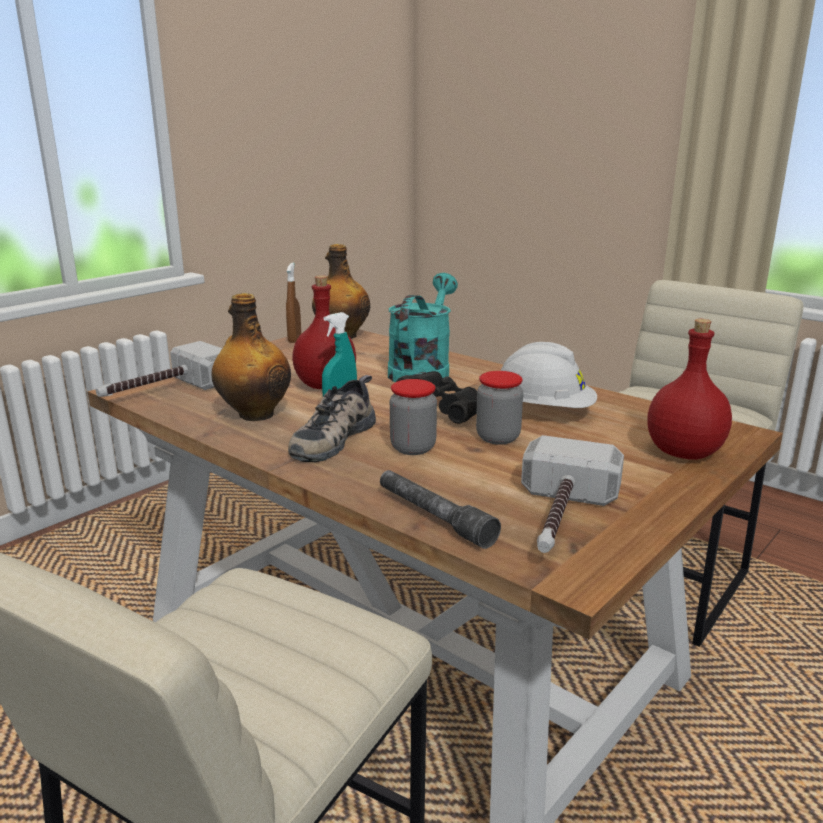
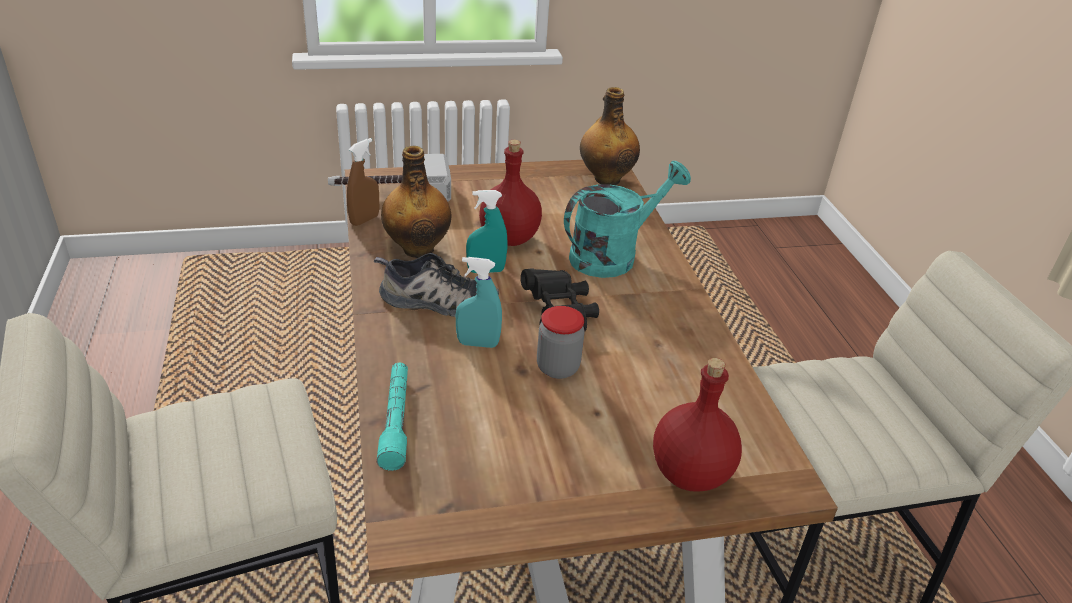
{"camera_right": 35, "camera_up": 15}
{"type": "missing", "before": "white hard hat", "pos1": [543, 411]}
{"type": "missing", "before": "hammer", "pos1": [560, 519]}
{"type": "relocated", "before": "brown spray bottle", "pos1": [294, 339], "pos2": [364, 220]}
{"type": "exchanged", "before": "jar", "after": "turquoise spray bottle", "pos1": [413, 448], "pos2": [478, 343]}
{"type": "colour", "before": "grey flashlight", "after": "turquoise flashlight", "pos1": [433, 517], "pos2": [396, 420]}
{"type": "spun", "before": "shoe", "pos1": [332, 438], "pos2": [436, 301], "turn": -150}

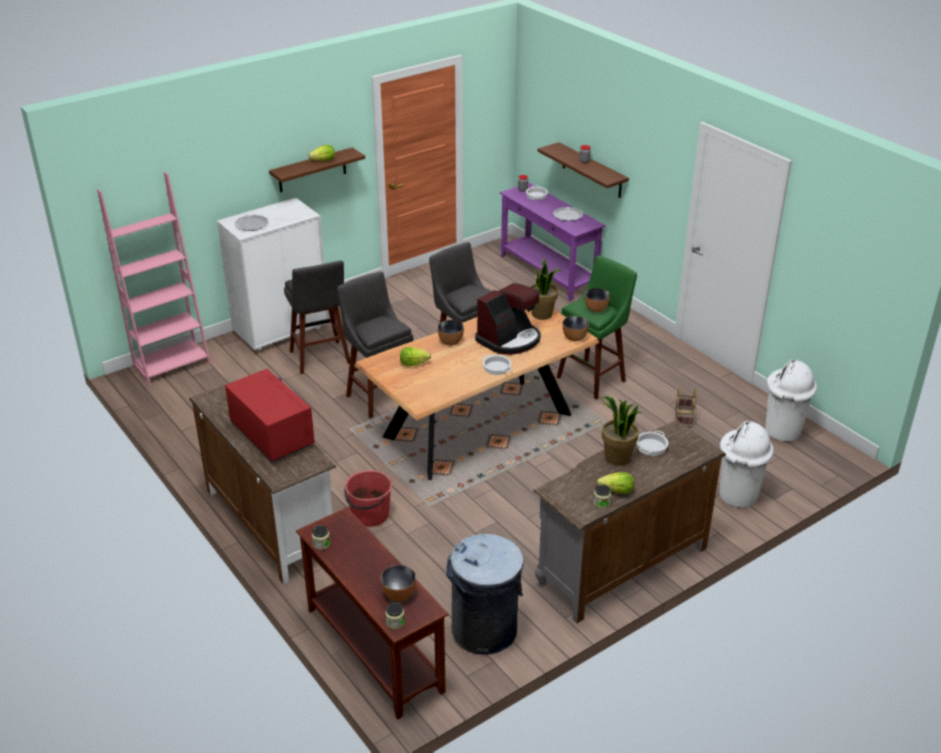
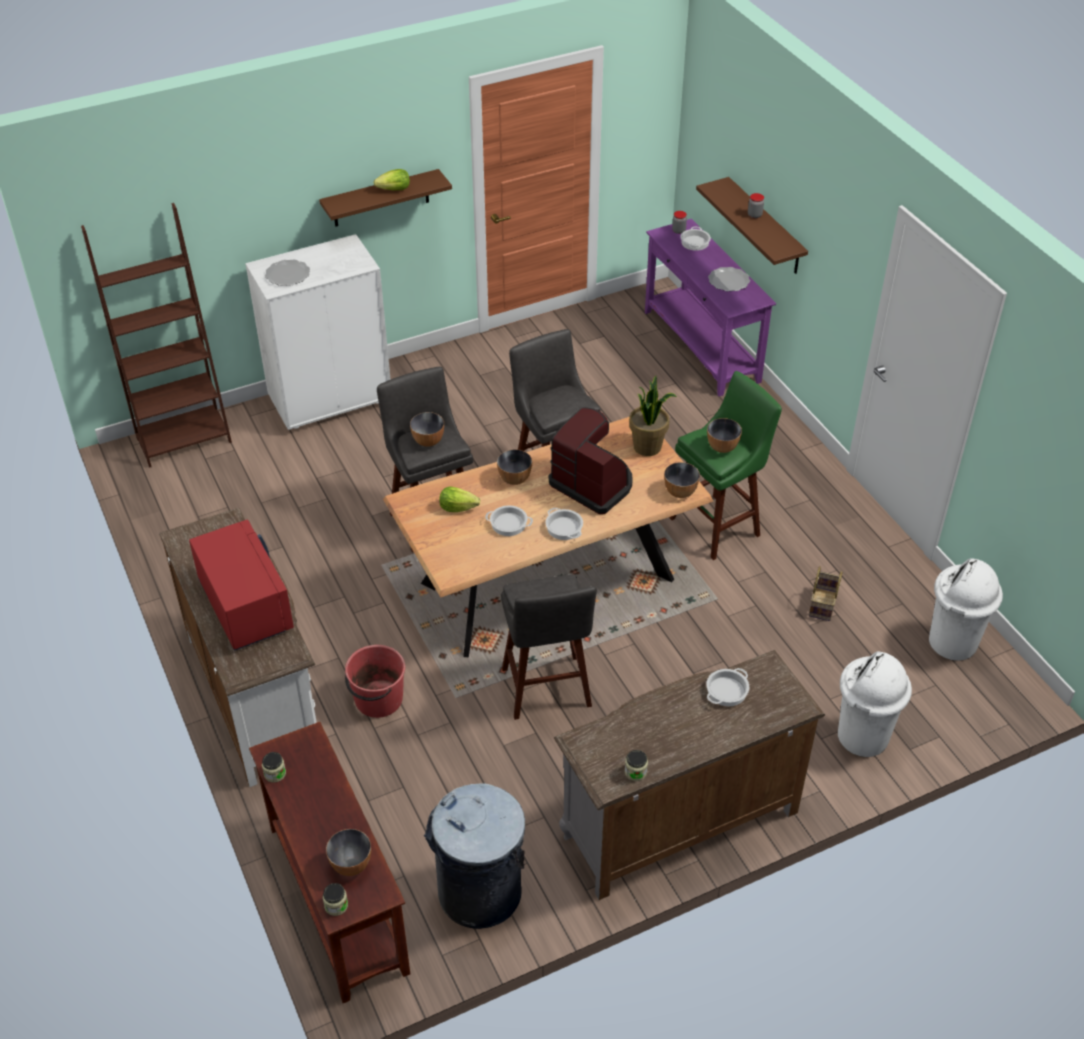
{"camera_right": 10, "camera_up": 10}
{"type": "missing", "before": "lettuce", "pos1": [617, 491]}
{"type": "missing", "before": "potted plant", "pos1": [617, 458]}
{"type": "appeared", "after": "bowl", "pos2": [428, 441]}
{"type": "appeared", "after": "cooking pot", "pos2": [508, 524]}
{"type": "relocated", "before": "grey stool", "pos1": [320, 359], "pos2": [546, 691]}
{"type": "colour", "before": "pink bookcase", "after": "brown bookcase", "pos1": [172, 365], "pos2": [183, 439]}
{"type": "spun", "before": "coffee machine", "pos1": [509, 339], "pos2": [593, 483], "turn": -105}

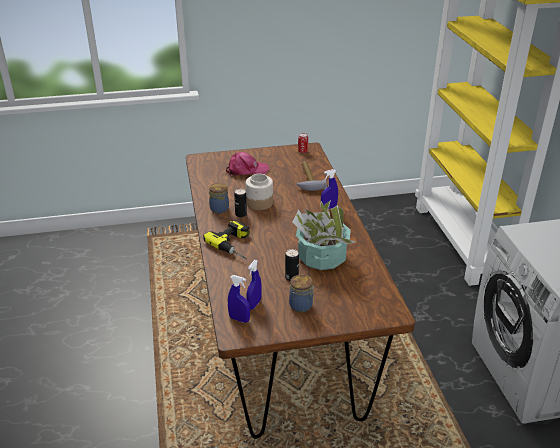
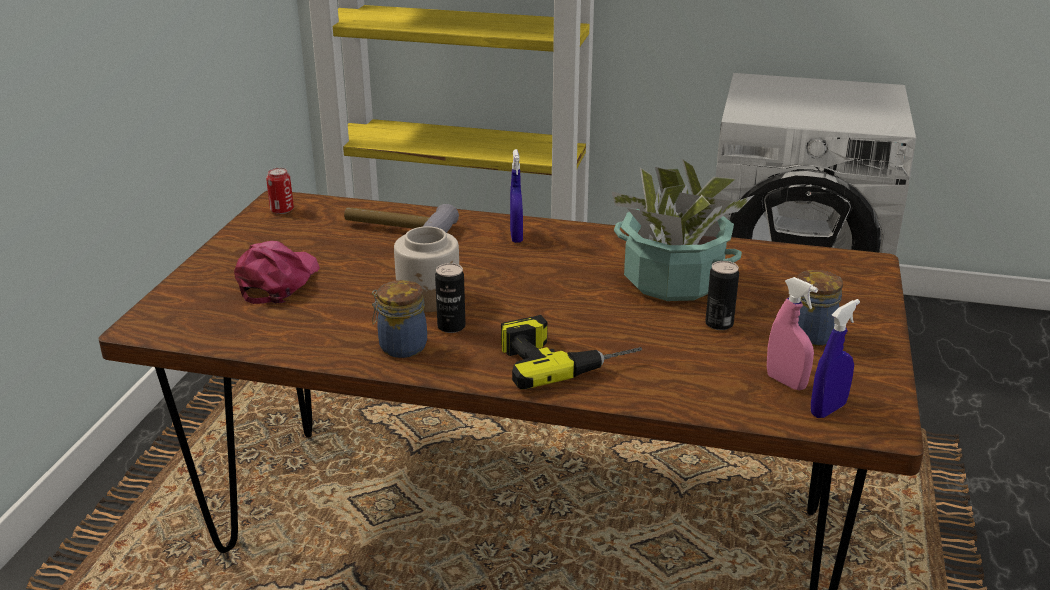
{"camera_right": -65, "camera_up": -5}
{"type": "colour", "before": "blue spray bottle", "after": "pink spray bottle", "pos1": [254, 304], "pos2": [786, 382]}

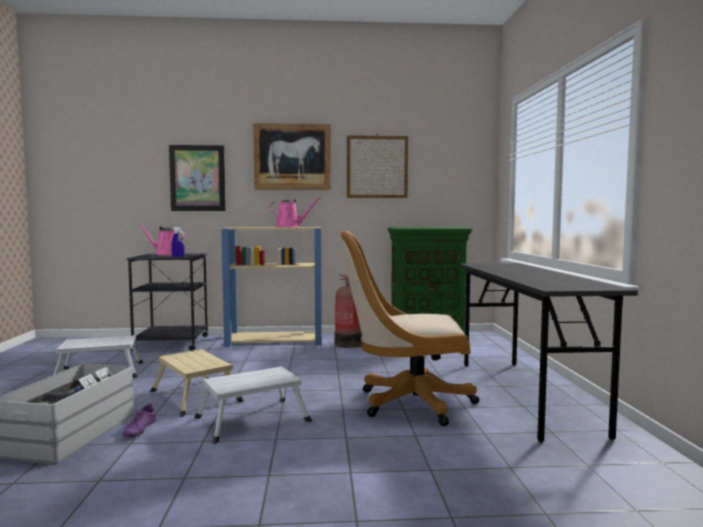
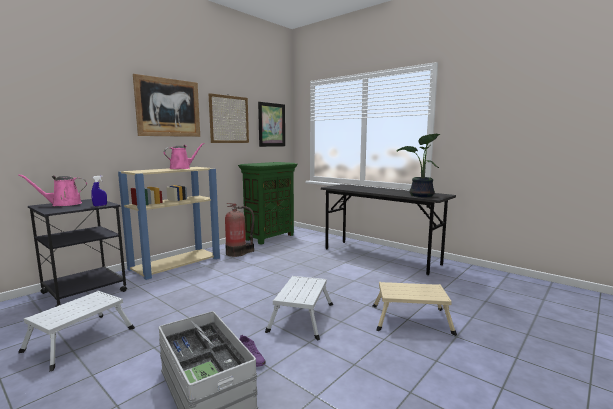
{"camera_right": -45, "camera_up": 5}
{"type": "missing", "before": "office chair", "pos1": [407, 402]}
{"type": "appeared", "after": "potted plant", "pos2": [421, 195]}
{"type": "relocated", "before": "beige step ladder", "pos1": [196, 396], "pos2": [411, 319]}
{"type": "relocated", "before": "picture", "pos1": [197, 178], "pos2": [271, 125]}

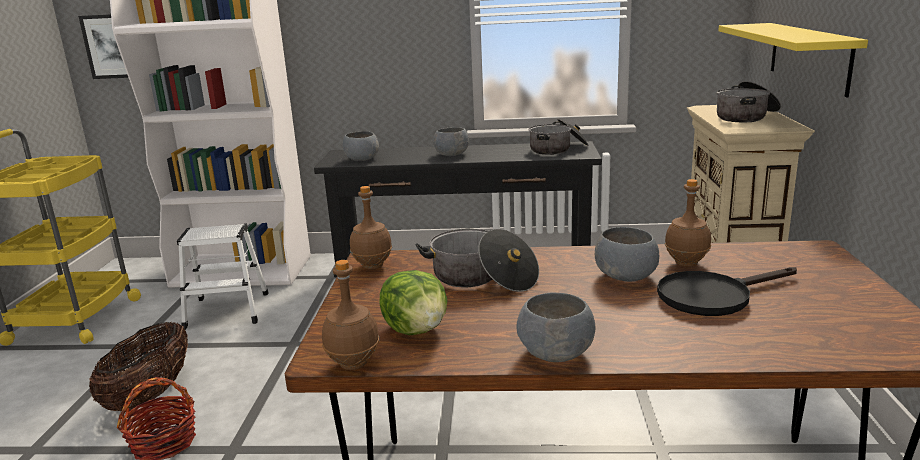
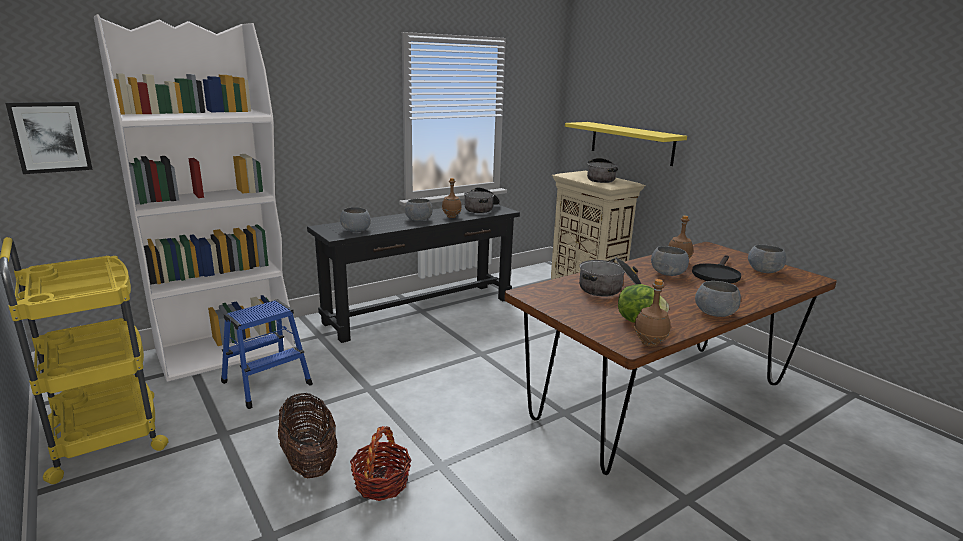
{"camera_right": -40, "camera_up": 0}
{"type": "appeared", "after": "grey bowl", "pos2": [764, 271]}
{"type": "relocated", "before": "brown bottle", "pos1": [373, 266], "pos2": [451, 217]}
{"type": "colour", "before": "white step ladder", "after": "blue step ladder", "pos1": [227, 310], "pos2": [267, 382]}

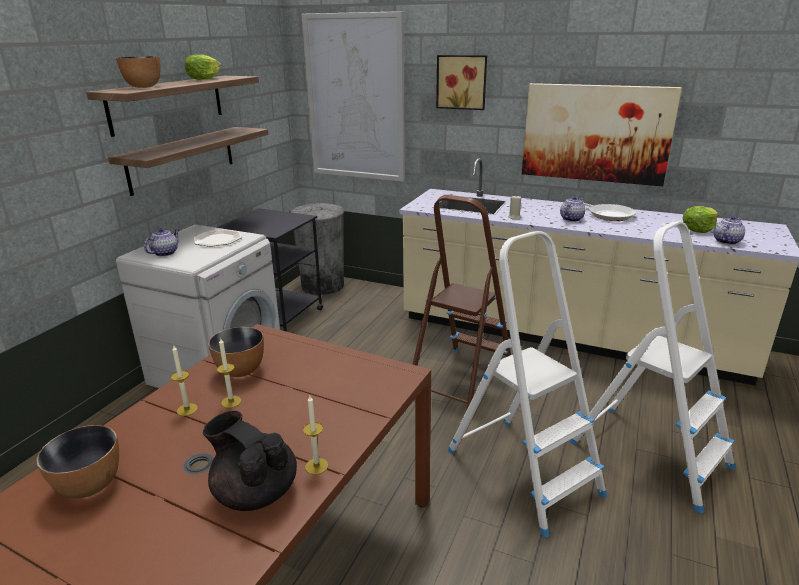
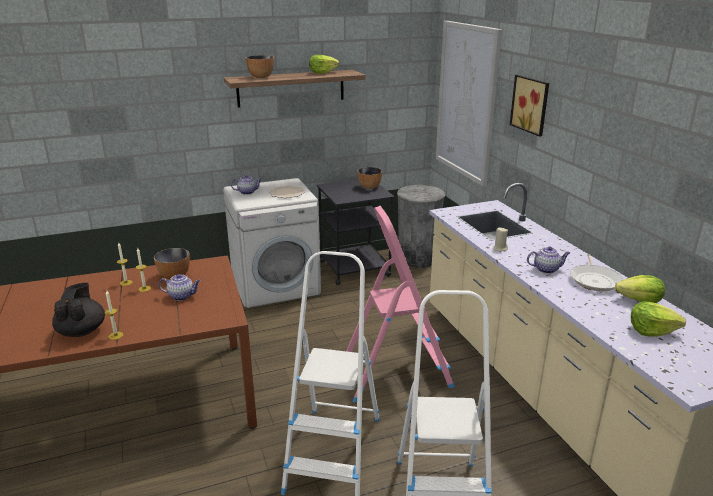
{"camera_right": 45, "camera_up": 0}
{"type": "missing", "before": "shelf", "pos1": [182, 159]}
{"type": "missing", "before": "picture", "pos1": [595, 133]}
{"type": "appeared", "after": "lettuce", "pos2": [639, 300]}
{"type": "relocated", "before": "bowl", "pos1": [90, 485], "pos2": [369, 187]}
{"type": "relocated", "before": "teapot", "pos1": [726, 241], "pos2": [182, 296]}
{"type": "colour", "before": "brown step ladder", "after": "pink step ladder", "pos1": [461, 381], "pos2": [397, 375]}

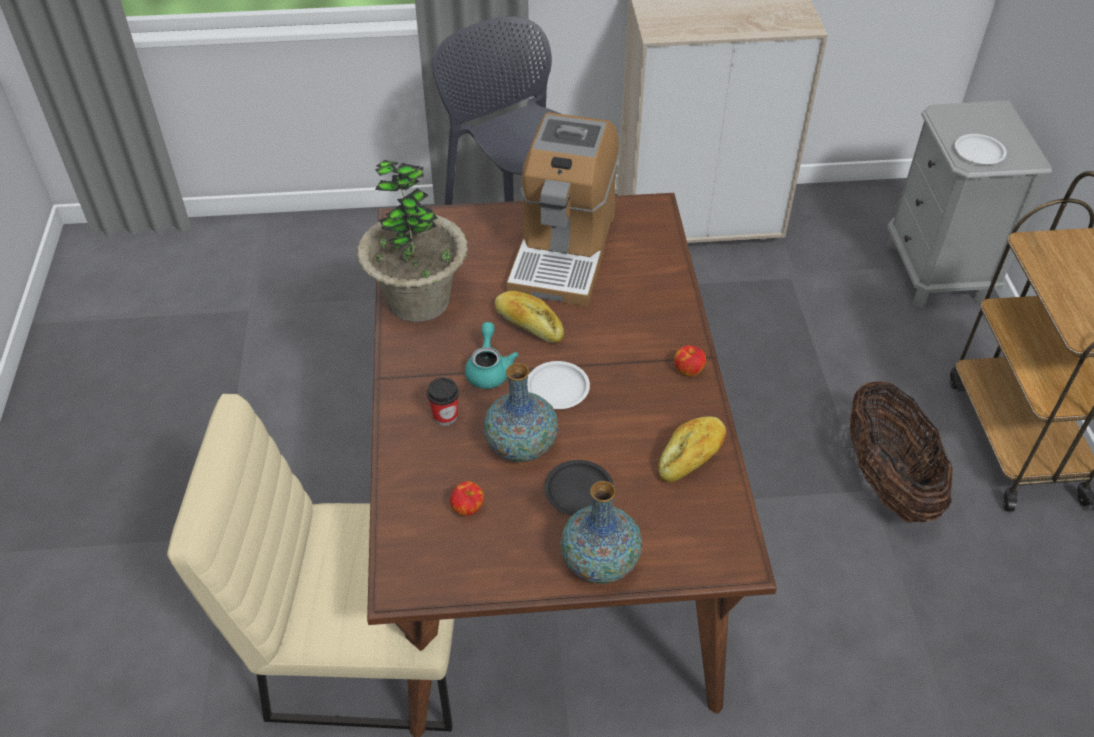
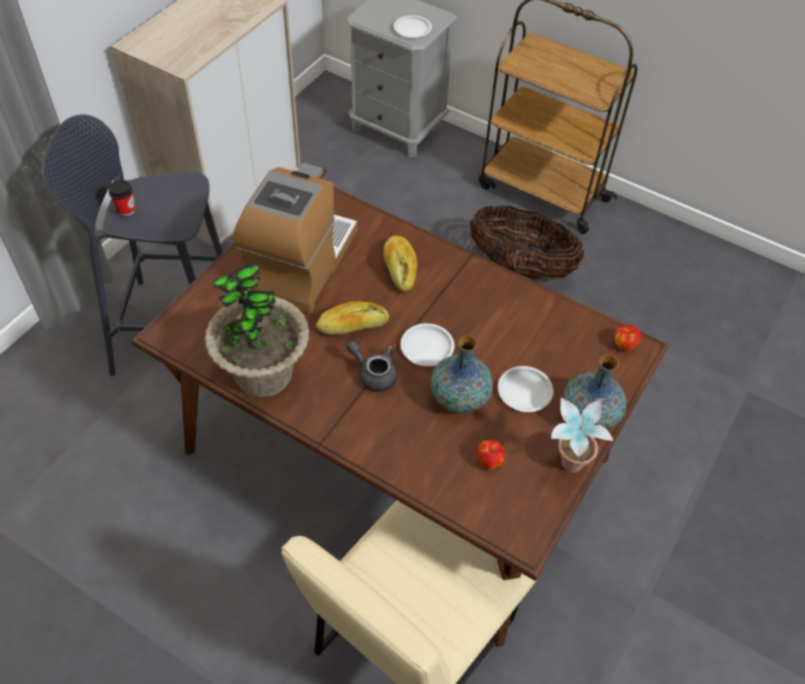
{"camera_right": -55, "camera_up": 5}
{"type": "appeared", "after": "potted plant", "pos2": [566, 468]}
{"type": "relocated", "before": "cup", "pos1": [445, 416], "pos2": [126, 210]}
{"type": "relocated", "before": "bread", "pos1": [691, 456], "pos2": [400, 269]}
{"type": "relocated", "before": "apple", "pos1": [688, 370], "pos2": [624, 345]}
{"type": "colour", "before": "turquoise teapot", "after": "grey teapot", "pos1": [489, 369], "pos2": [373, 373]}
{"type": "colour", "before": "black plate", "after": "white plate", "pos1": [579, 492], "pos2": [525, 391]}
{"type": "spun", "before": "coffee machine", "pos1": [563, 251], "pos2": [301, 263], "turn": -120}

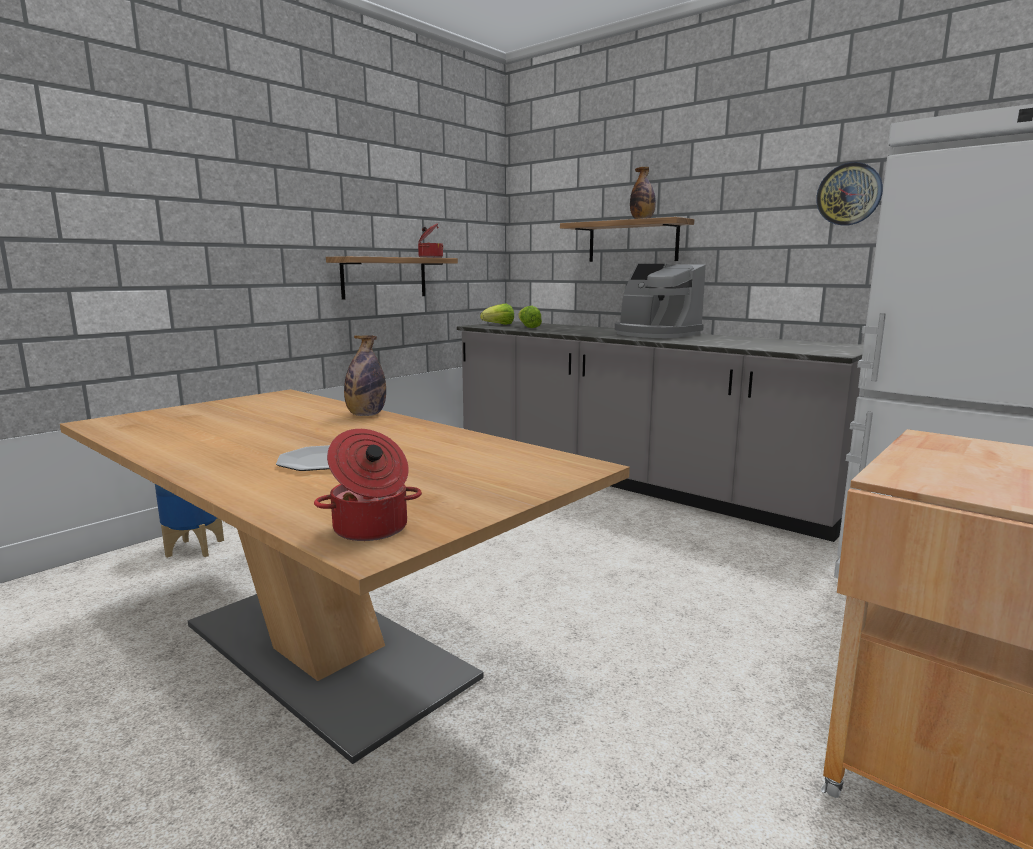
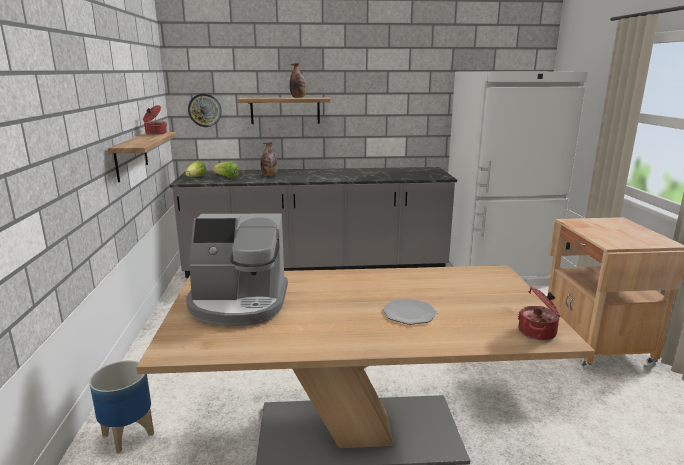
{"camera_right": -45, "camera_up": 5}
{"type": "relocated", "before": "bottle", "pos1": [366, 415], "pos2": [269, 175]}
{"type": "relocated", "before": "coffee machine", "pos1": [655, 334], "pos2": [239, 304]}
{"type": "relocated", "before": "wall clock", "pos1": [849, 194], "pos2": [205, 110]}

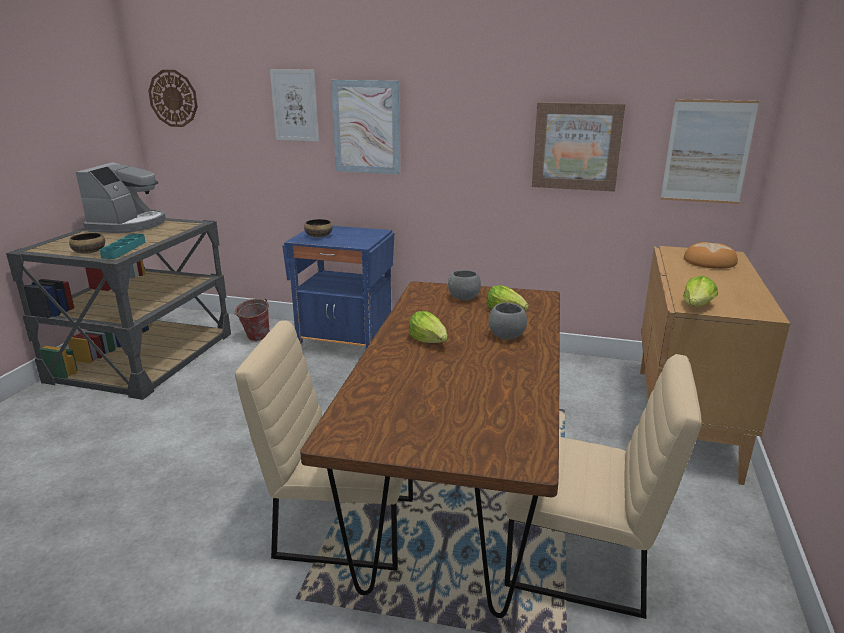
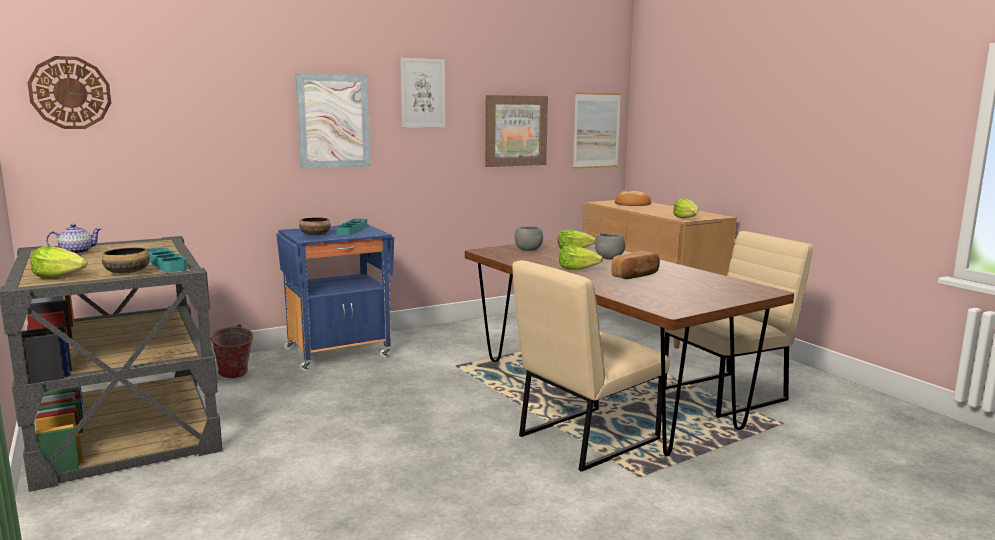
{"camera_right": -45, "camera_up": -10}
{"type": "appeared", "after": "lettuce", "pos2": [60, 276]}
{"type": "appeared", "after": "turquoise tray", "pos2": [352, 230]}
{"type": "appeared", "after": "bread", "pos2": [636, 275]}
{"type": "relocated", "before": "picture", "pos1": [295, 105], "pos2": [422, 93]}
{"type": "exchanged", "before": "coffee machine", "after": "teapot", "pos1": [128, 225], "pos2": [76, 252]}

